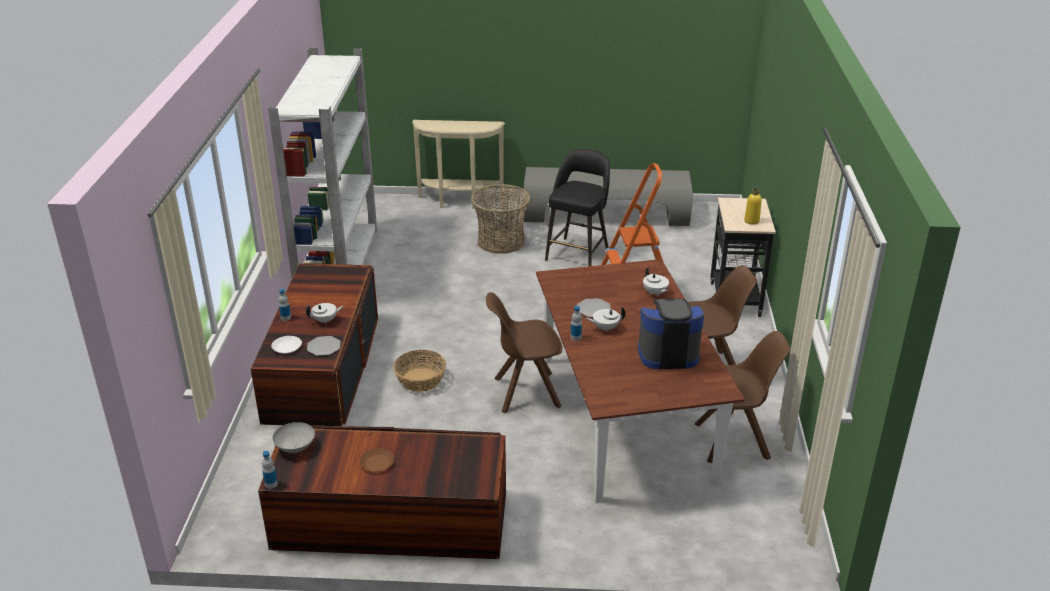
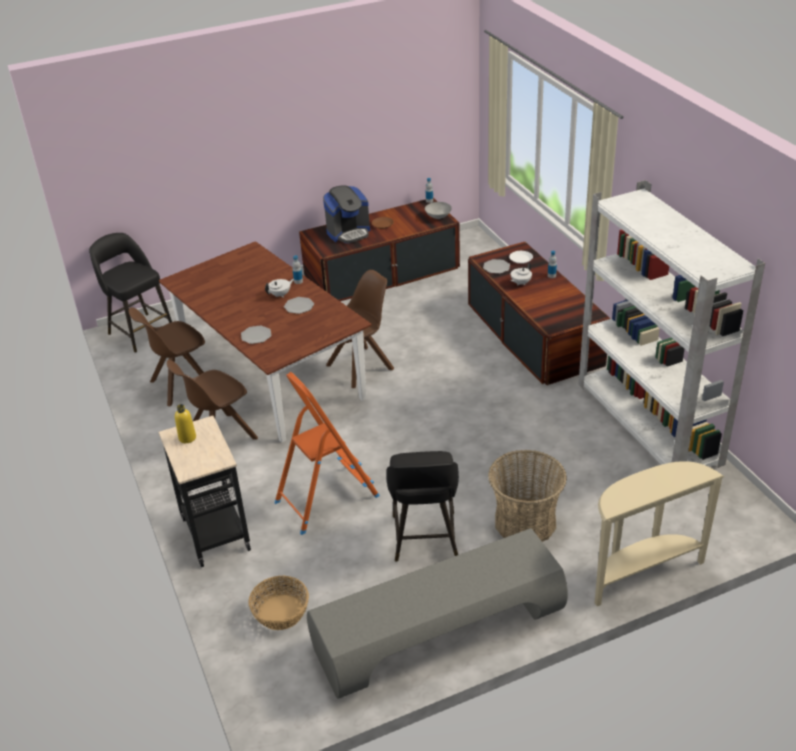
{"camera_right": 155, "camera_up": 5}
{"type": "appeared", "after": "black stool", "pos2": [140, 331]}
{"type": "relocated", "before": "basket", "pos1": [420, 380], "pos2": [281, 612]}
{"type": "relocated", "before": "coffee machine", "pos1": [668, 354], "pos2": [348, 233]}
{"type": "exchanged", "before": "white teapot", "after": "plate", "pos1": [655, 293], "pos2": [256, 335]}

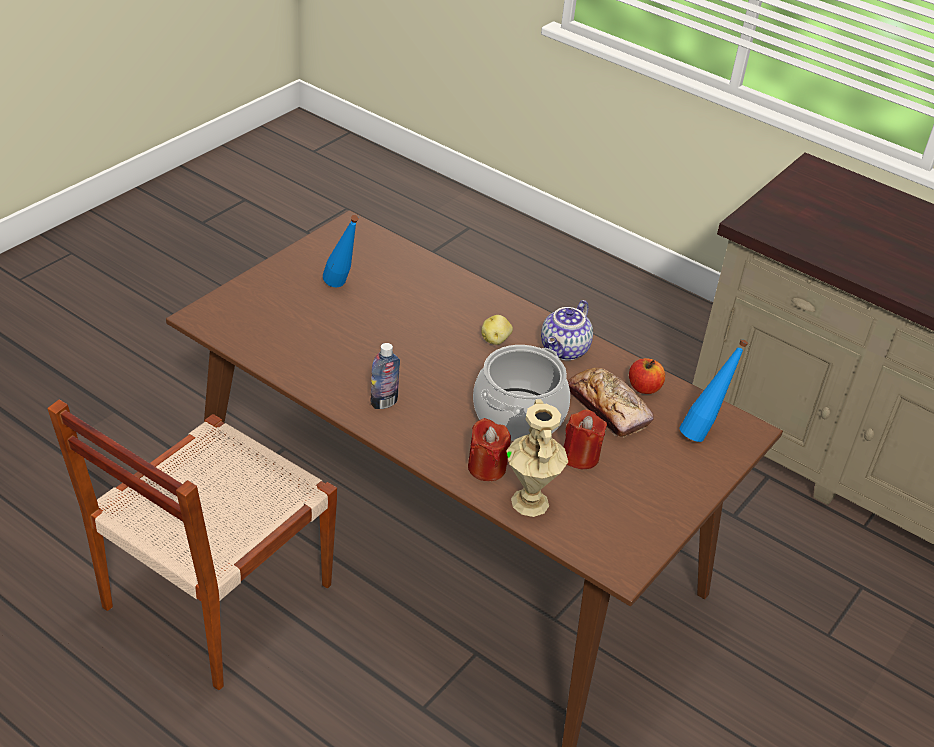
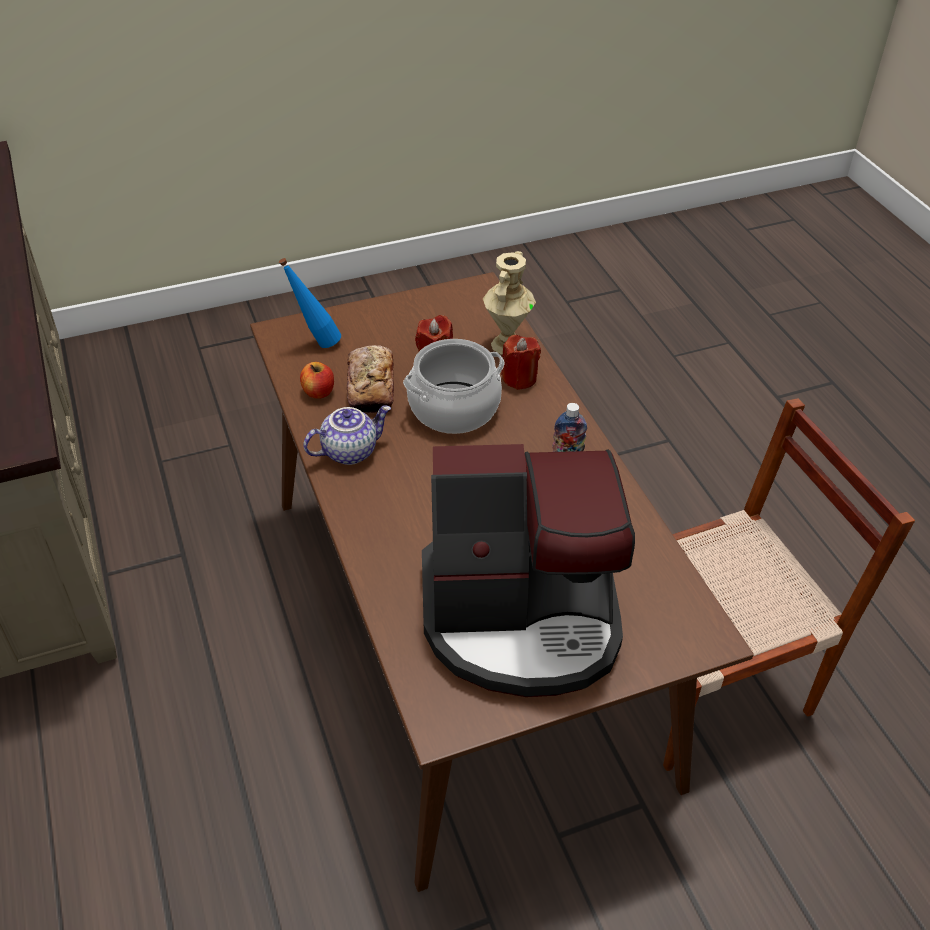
{"camera_right": -145, "camera_up": 5}
{"type": "missing", "before": "potato", "pos1": [495, 340]}
{"type": "exchanged", "before": "blue bottle", "after": "coffee machine", "pos1": [341, 288], "pos2": [522, 618]}

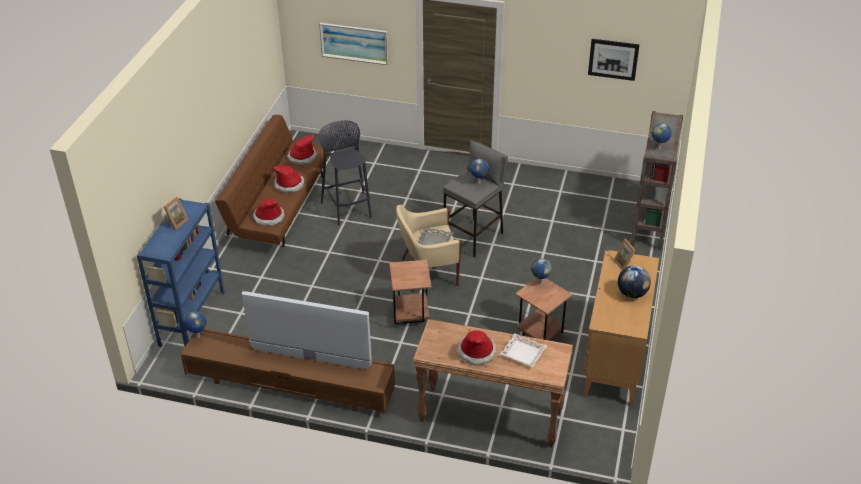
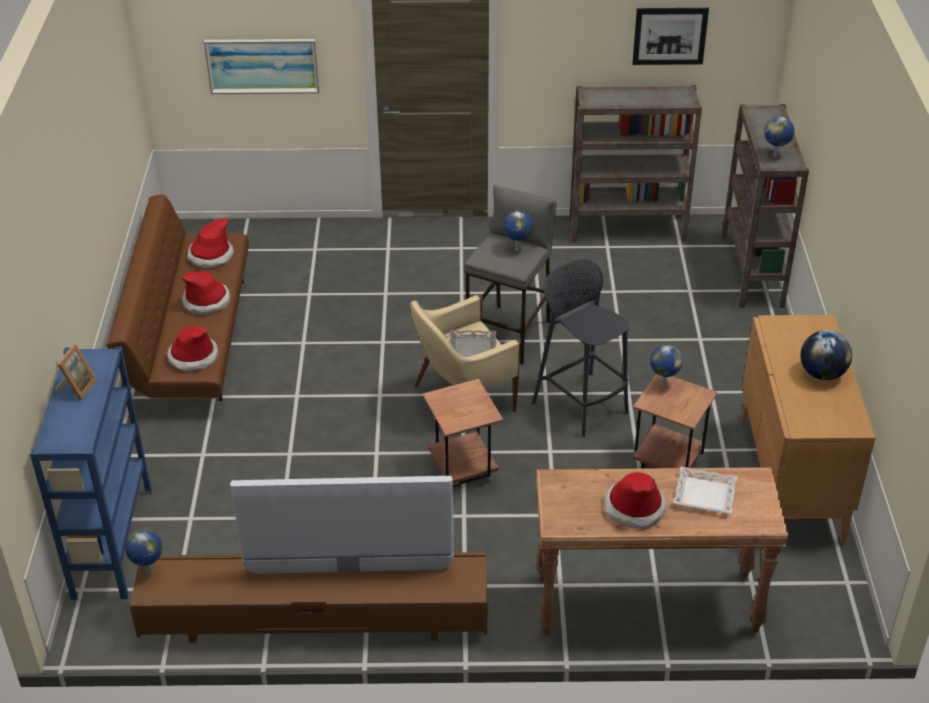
{"camera_right": -15, "camera_up": 0}
{"type": "missing", "before": "picture frame", "pos1": [625, 264]}
{"type": "appeared", "after": "grey bookcase", "pos2": [627, 229]}
{"type": "relocated", "before": "grey stool", "pos1": [348, 208], "pos2": [581, 404]}

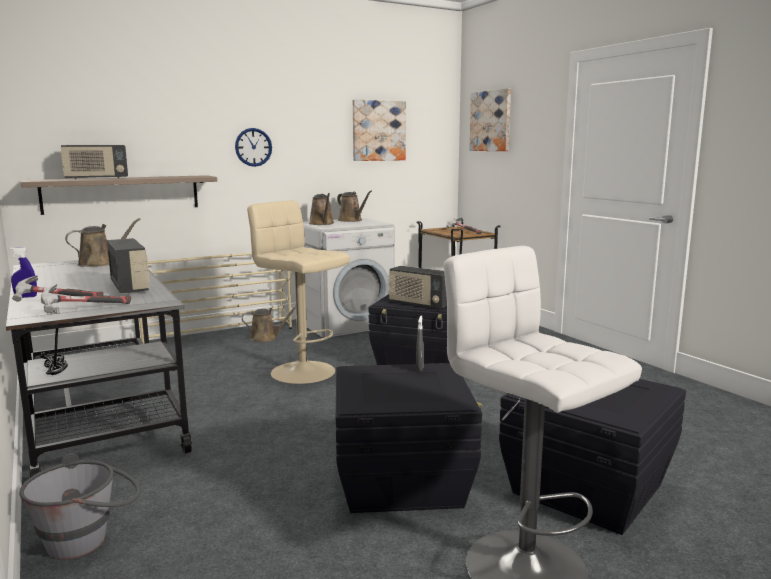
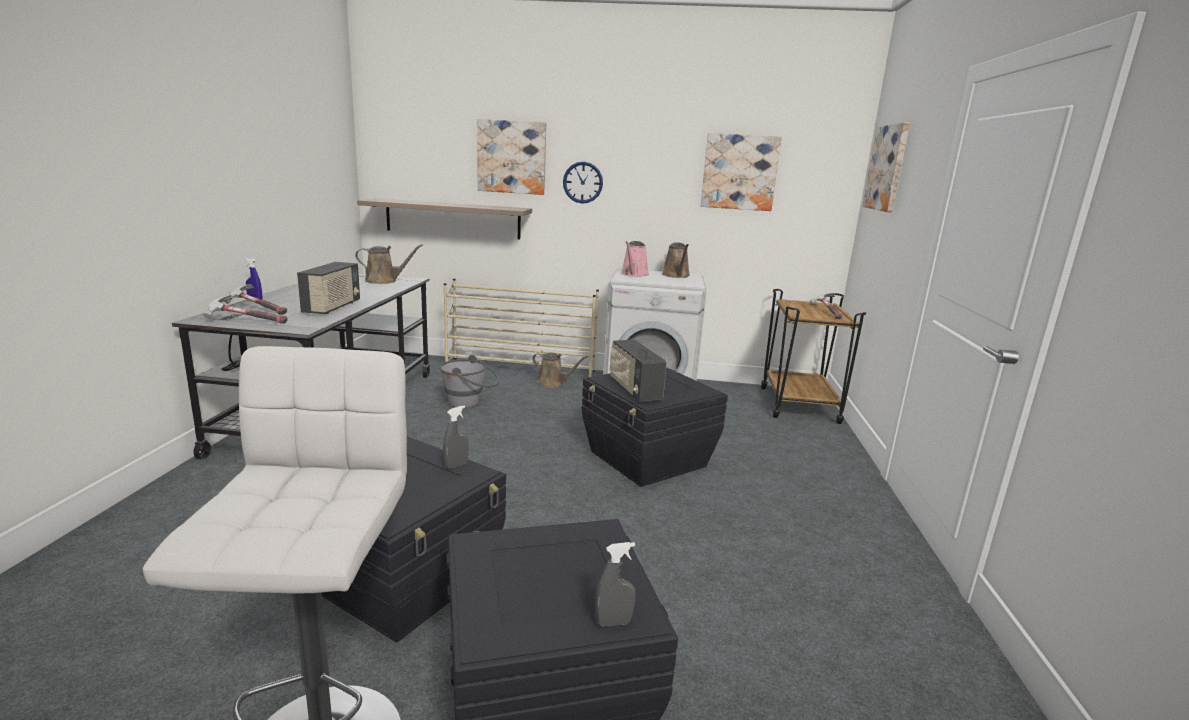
{"camera_right": 35, "camera_up": 5}
{"type": "missing", "before": "radio", "pos1": [96, 179]}
{"type": "missing", "before": "beige stool", "pos1": [303, 372]}
{"type": "appeared", "after": "picture", "pos2": [512, 157]}
{"type": "appeared", "after": "grey spray bottle", "pos2": [613, 622]}
{"type": "relocated", "before": "grey bucket", "pos1": [89, 538], "pos2": [470, 402]}
{"type": "colour", "before": "brown watering can", "after": "pink watering can", "pos1": [322, 223], "pos2": [633, 274]}

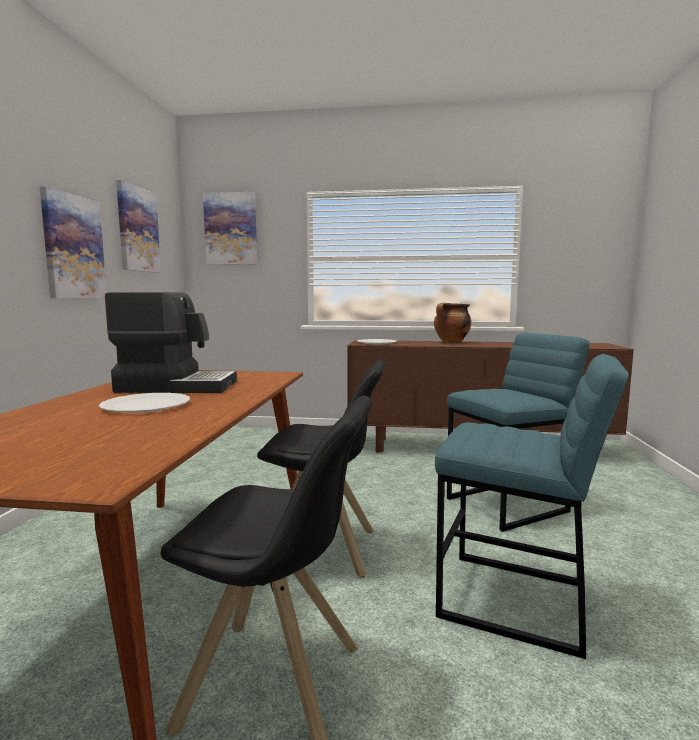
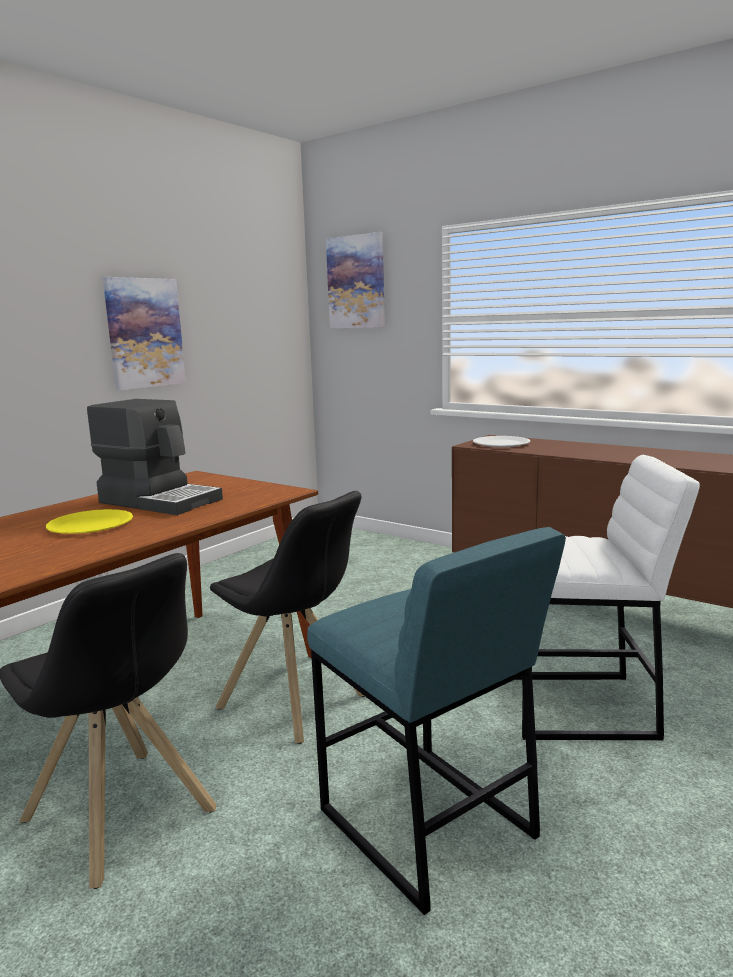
{"camera_right": 30, "camera_up": 5}
{"type": "missing", "before": "picture", "pos1": [137, 229]}
{"type": "missing", "before": "cooking pot", "pos1": [451, 342]}
{"type": "colour", "before": "white plate", "after": "yellow plate", "pos1": [146, 405], "pos2": [90, 524]}
{"type": "colour", "before": "blue stool", "after": "white stool", "pos1": [508, 504], "pos2": [582, 706]}

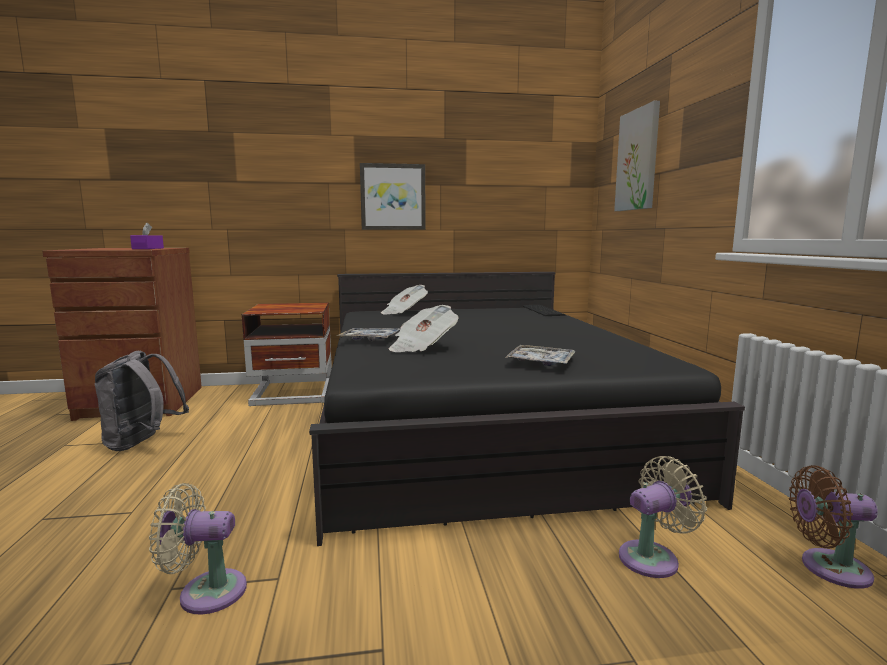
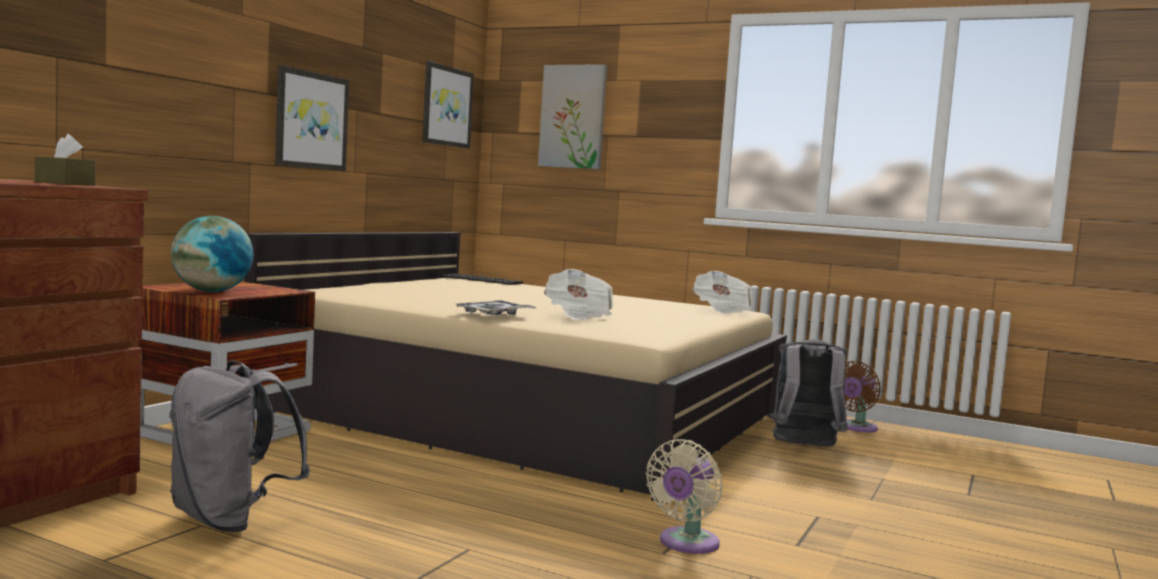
{"camera_right": -55, "camera_up": -5}
{"type": "missing", "before": "tray", "pos1": [541, 362]}
{"type": "appeared", "after": "globe", "pos2": [212, 291]}
{"type": "appeared", "after": "picture", "pos2": [446, 106]}
{"type": "relocated", "before": "newspaper", "pos1": [404, 312], "pos2": [721, 310]}
{"type": "exchanged", "before": "beige fan", "after": "grey backpack", "pos1": [653, 558], "pos2": [804, 446]}
{"type": "colour", "before": "purple tissue box", "after": "brown tissue box", "pos1": [148, 248], "pos2": [64, 183]}
{"type": "colour", "before": "black bed", "after": "beige bed", "pos1": [477, 425], "pos2": [524, 413]}

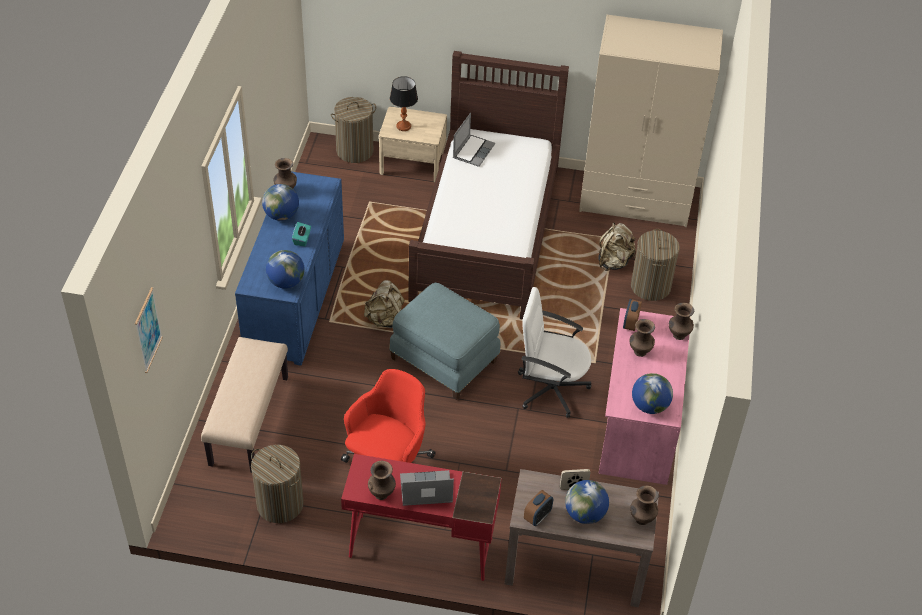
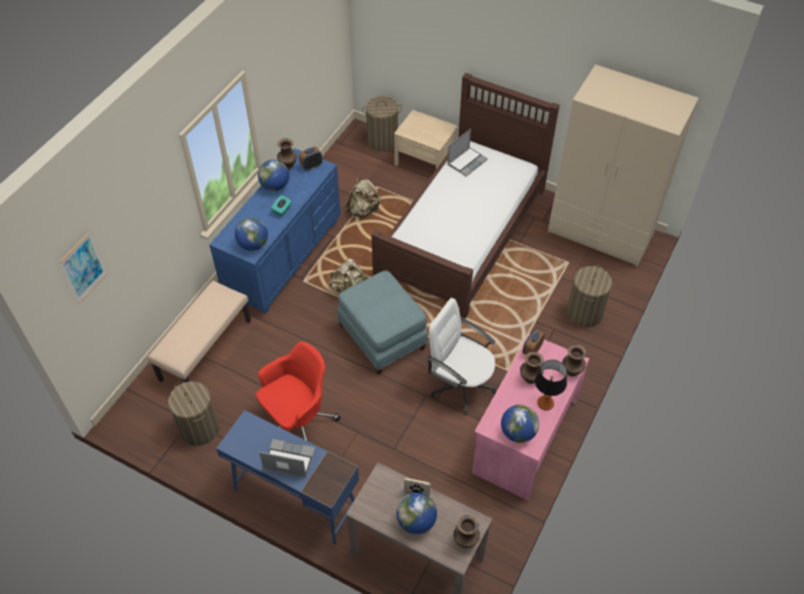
{"camera_right": 20, "camera_up": 5}
{"type": "missing", "before": "brown vase", "pos1": [382, 493]}
{"type": "relocated", "before": "table lamp", "pos1": [403, 126], "pos2": [545, 403]}
{"type": "relocated", "before": "alarm clock", "pos1": [537, 517], "pos2": [311, 166]}
{"type": "relocated", "before": "beige backpack", "pos1": [614, 261], "pos2": [363, 210]}
{"type": "colour", "before": "red desk", "after": "blue desk", "pos1": [420, 547], "pos2": [294, 498]}

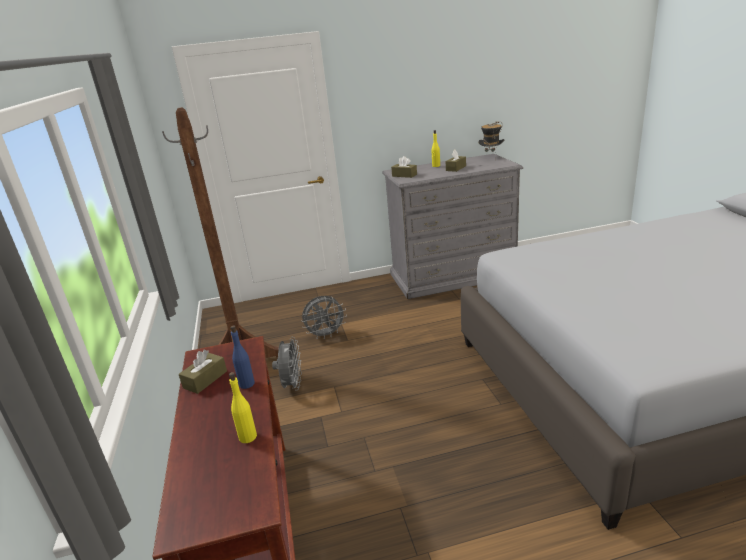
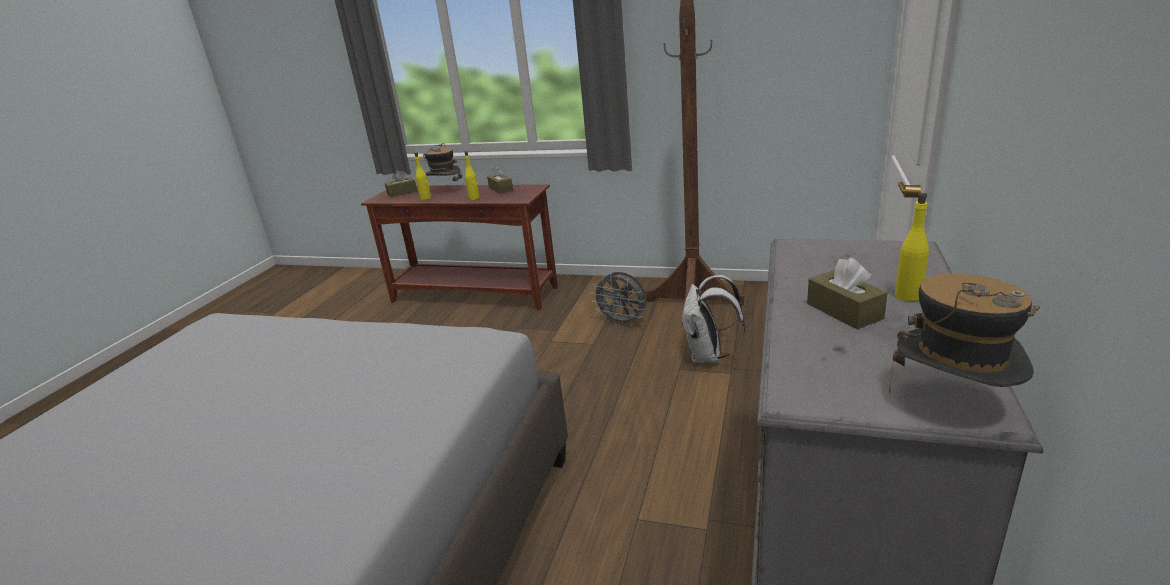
{"camera_right": 120, "camera_up": 0}
{"type": "appeared", "after": "hat", "pos2": [446, 190]}
{"type": "relocated", "before": "brown tissue box", "pos1": [404, 175], "pos2": [402, 192]}
{"type": "exchanged", "before": "grey fan", "after": "white backpack", "pos1": [326, 335], "pos2": [708, 356]}
{"type": "colour", "before": "blue bottle", "after": "yellow bottle", "pos1": [247, 384], "pos2": [474, 198]}

